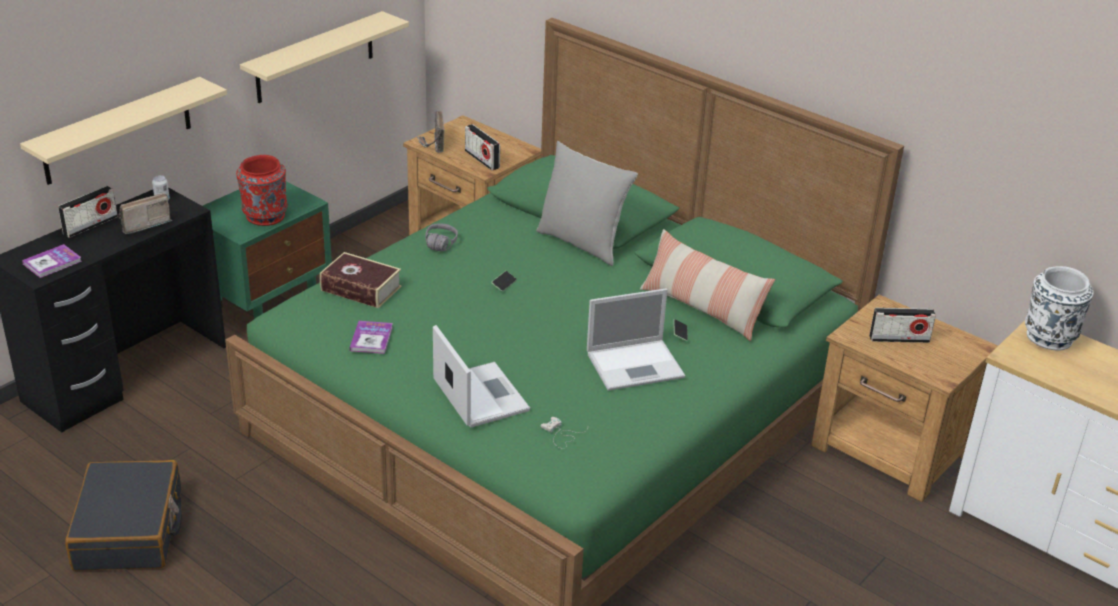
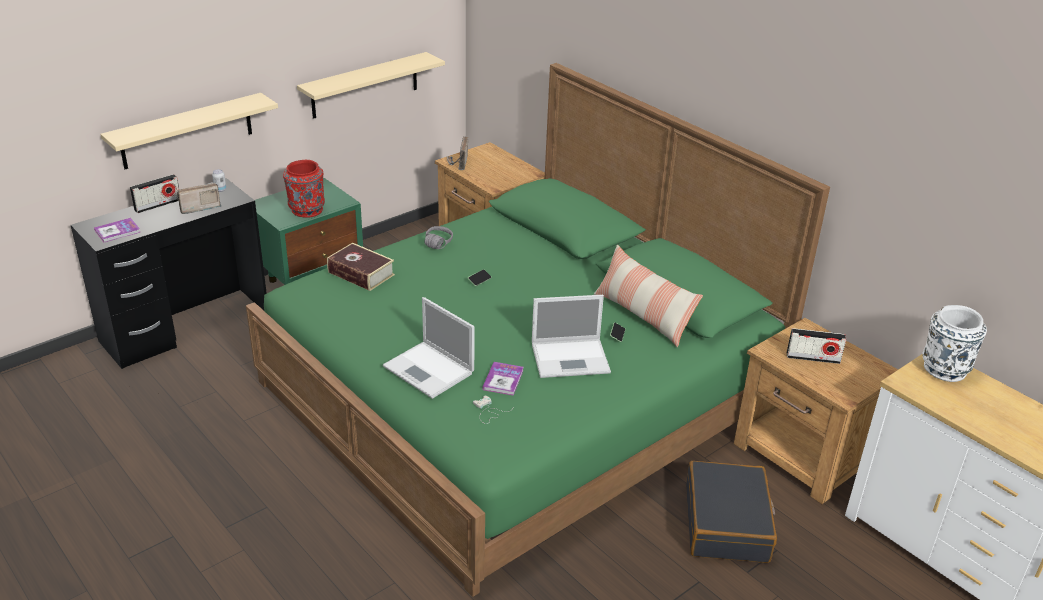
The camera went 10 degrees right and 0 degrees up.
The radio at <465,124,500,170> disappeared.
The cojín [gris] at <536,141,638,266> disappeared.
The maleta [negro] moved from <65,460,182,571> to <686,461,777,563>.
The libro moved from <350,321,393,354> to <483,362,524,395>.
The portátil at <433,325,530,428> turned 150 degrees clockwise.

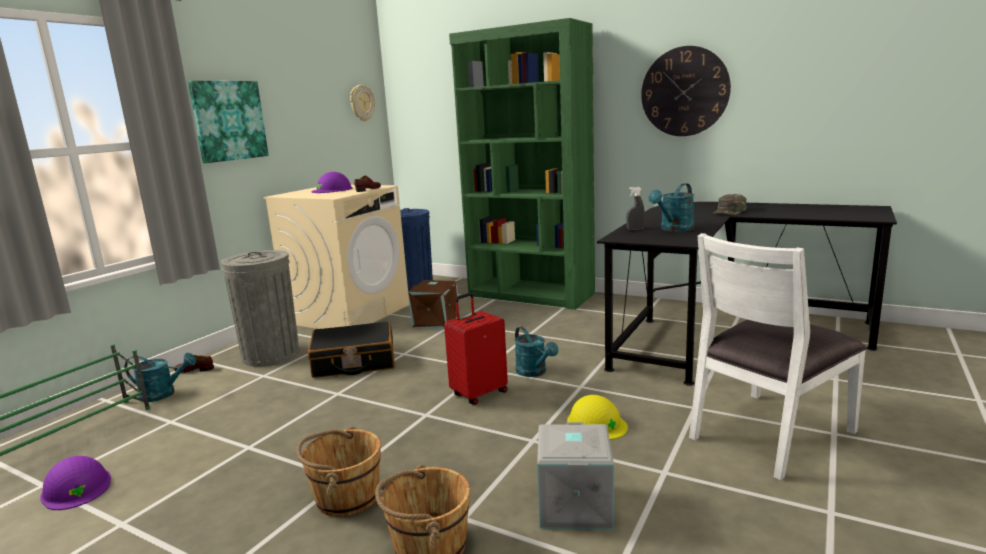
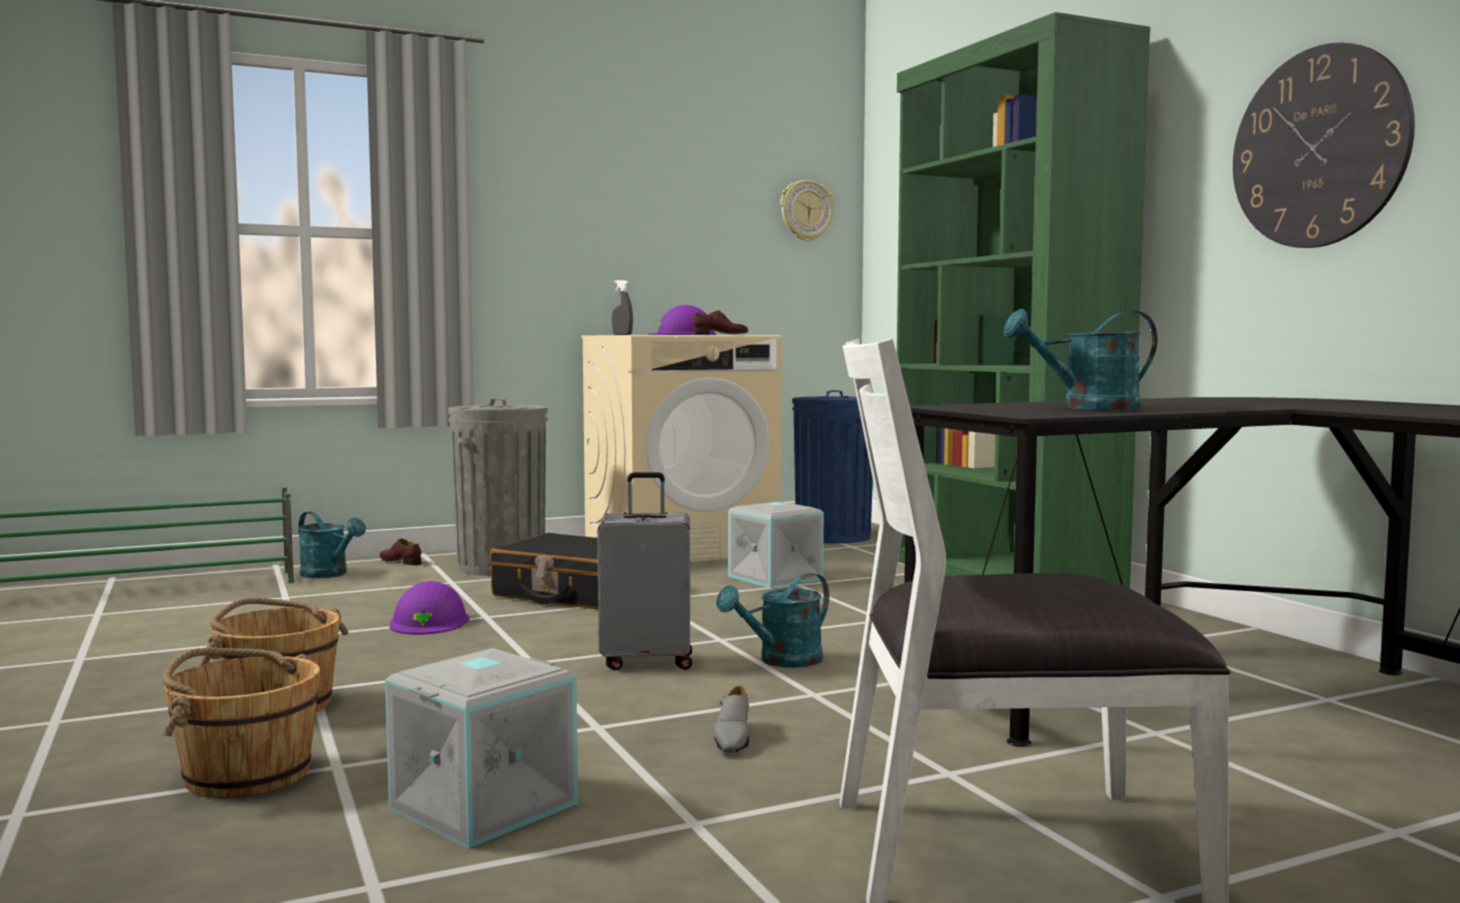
The camera went 35 degrees right and 10 degrees down.
The cuadro at <188,81,269,163> disappeared.
The gorra [verde] at <713,194,747,215> disappeared.
The casco [morado] moved from <40,456,111,510> to <390,581,469,635>.
The pulverizador [gris] moved from <626,187,645,230> to <612,280,633,335>.
The casco [amarillo] at <567,395,628,440> was replaced by the zapato [gris] at <714,686,749,753>.
The caja de almacenaje [marrón] at <408,280,459,329> became the caja de almacenaje [gris] at <728,501,824,588>.
The maleta [rojo] at <444,293,508,405> became the maleta [gris] at <597,472,692,670>.
The regadera [turquesa] at <514,326,558,377> turned 45 degrees clockwise.

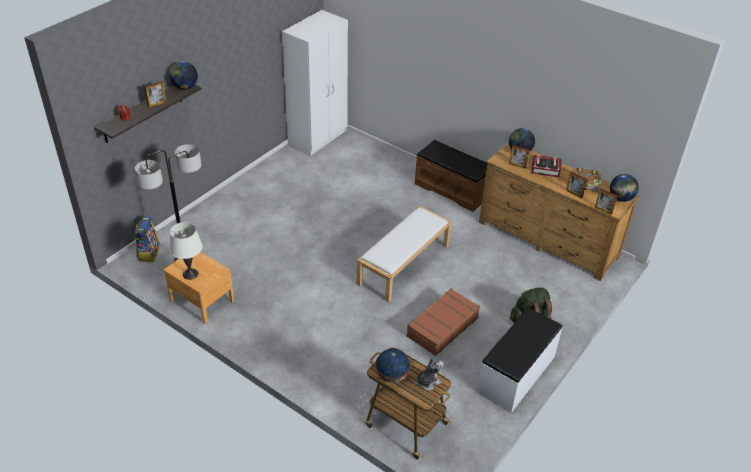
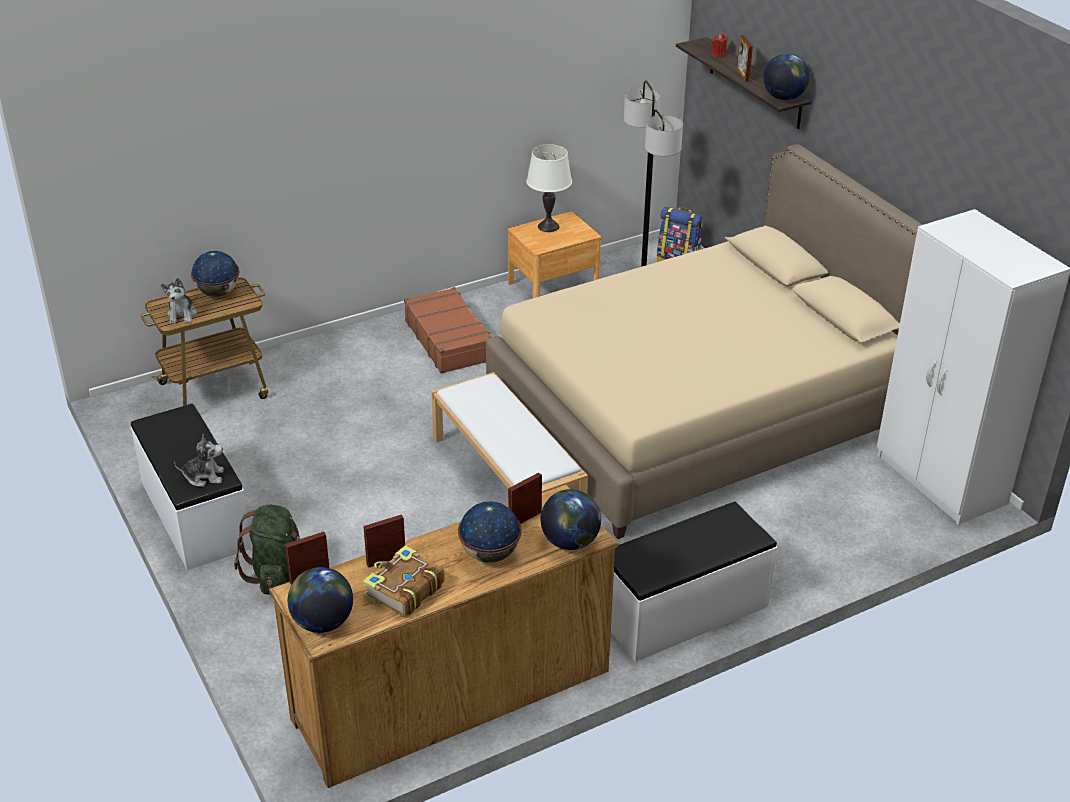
The camera went 115 degrees right and 5 degrees down.
The peluche at <174,434,224,487> appeared.
The cama [beis] at <486,144,922,539> appeared.
The maleta [marrón] moved from <407,288,480,356> to <404,287,492,374>.
The libro at <531,155,561,177> was replaced by the globo terráqueo at <458,501,522,563>.
The banco [marrón] at <415,140,487,212> became the banco [blanco] at <611,502,777,662>.

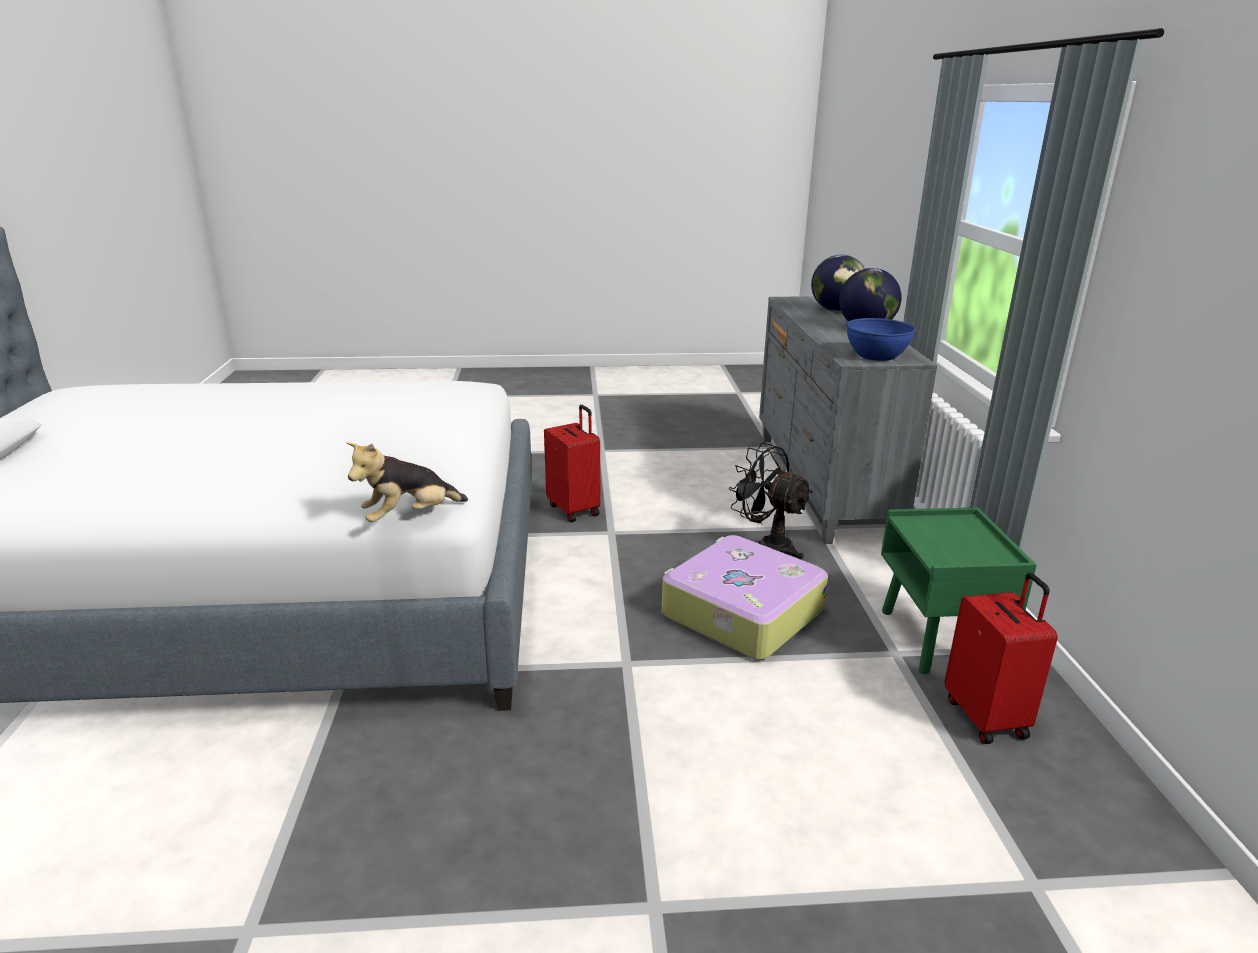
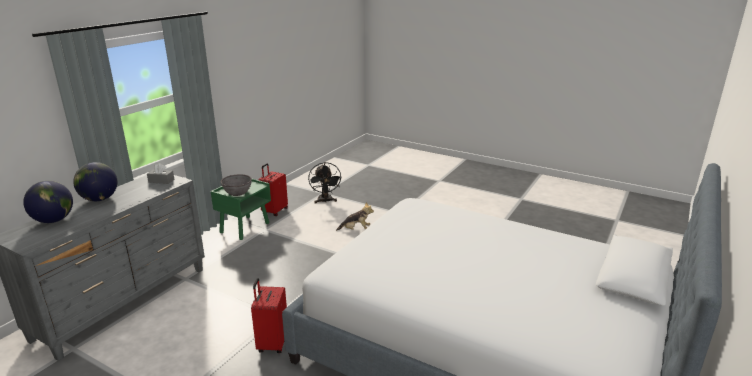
The camera went 145 degrees left and 0 degrees up.
The maleta at <662,535,828,660> disappeared.
The cuenco [gris] at <221,174,252,196> appeared.
The peluche moved from <347,442,468,522> to <336,202,374,231>.
The ventilador [negro] moved from <729,442,813,560> to <308,162,342,204>.
The cuenco [azul] at <846,318,916,361> was replaced by the caja de pañuelos [gris] at <147,163,174,184>.

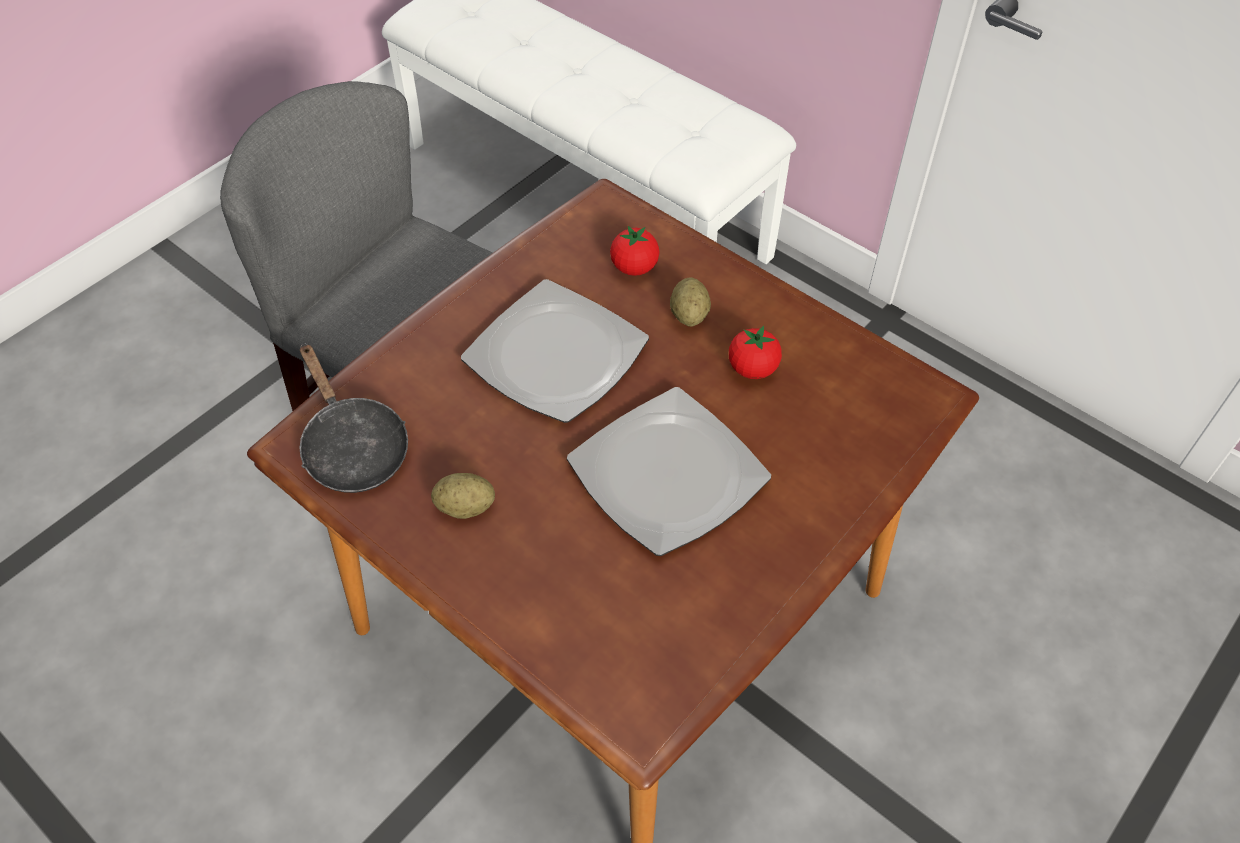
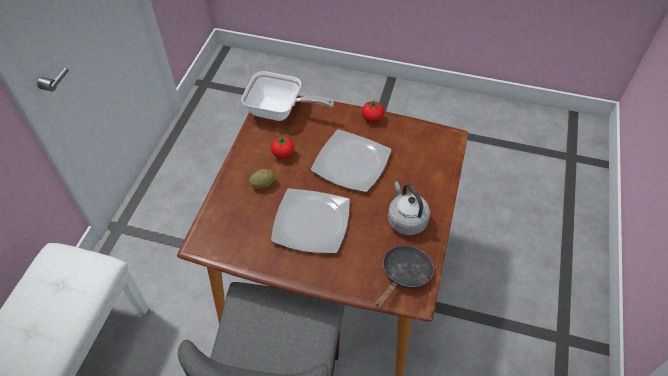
The camera went 115 degrees left and 0 degrees up.
The sartén at <241,71,334,121> appeared.
The tomate moved from <610,225,660,276> to <362,100,384,122>.
The patata at <431,473,495,519> was replaced by the hervidor [gris] at <388,181,430,235>.

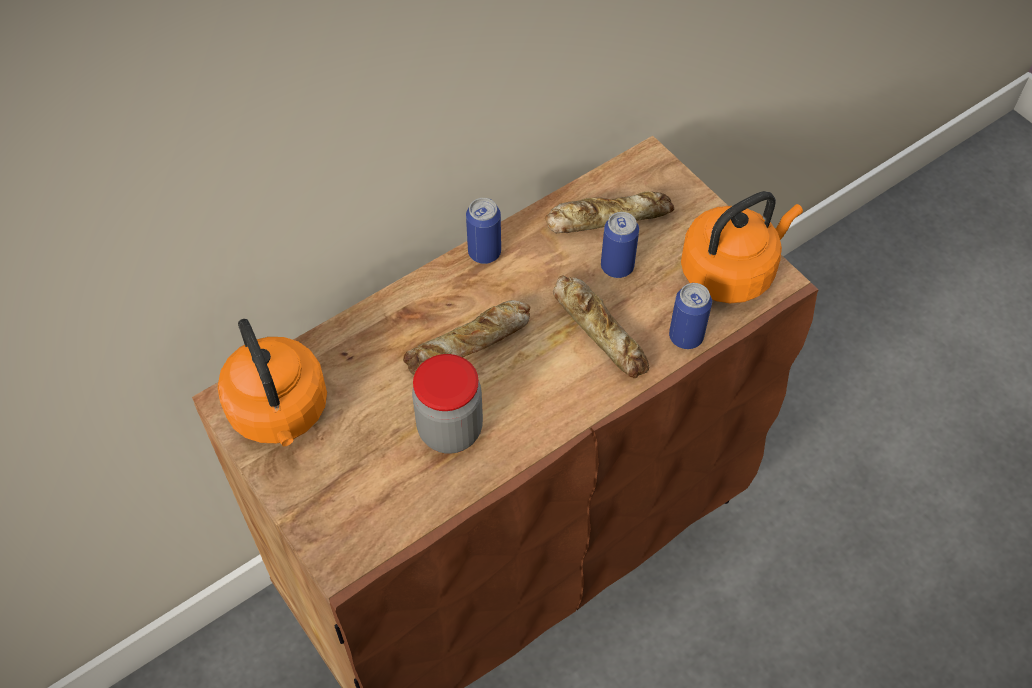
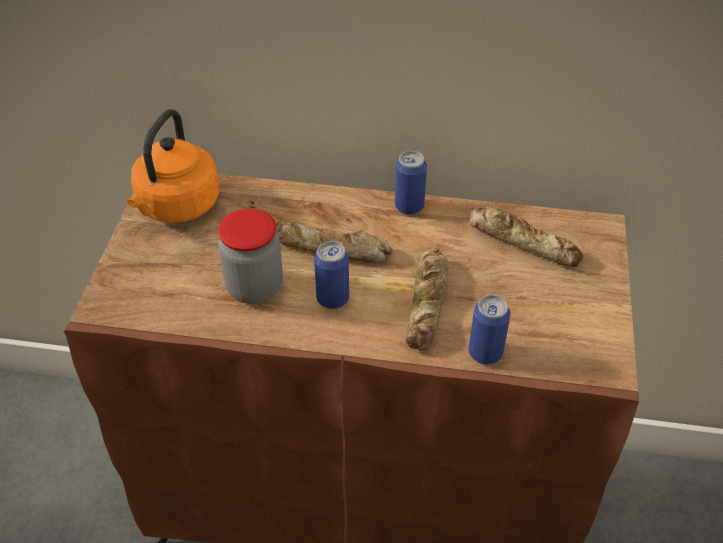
The camera went 45 degrees right and 10 degrees down.
The hervidor [naranja] at <681,191,803,303> disappeared.
The lata moved from <601,212,639,278> to <314,241,349,309>.

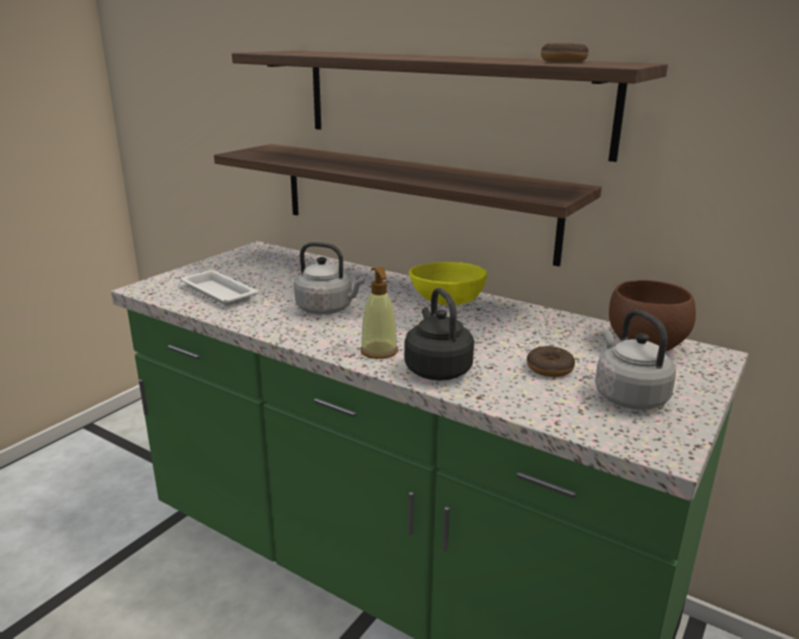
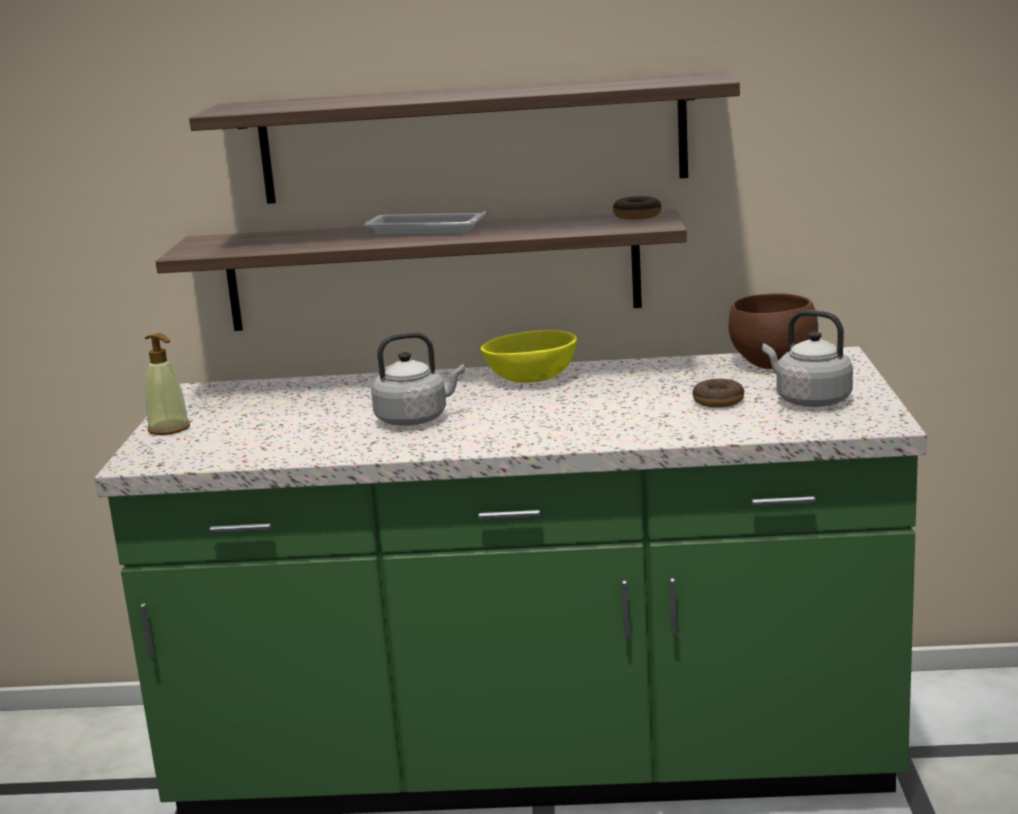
The camera went 30 degrees left and 5 degrees down.
The hervidor [negro] at <404,288,474,381> disappeared.
The bandeja [blanco] moved from <180,270,259,306> to <364,211,486,234>.
The dispensador de jabón moved from <360,267,398,359> to <145,333,190,435>.
The rosquilla moved from <541,43,589,62> to <613,196,661,220>.

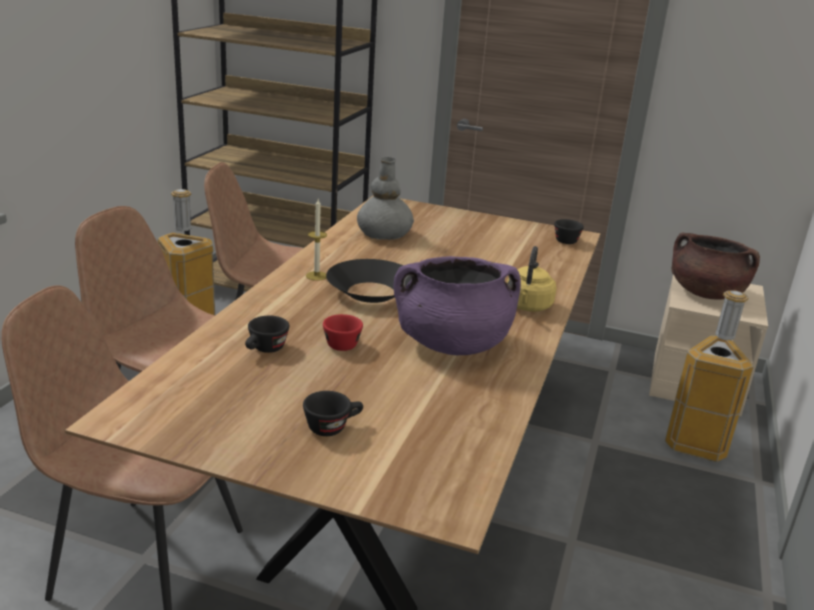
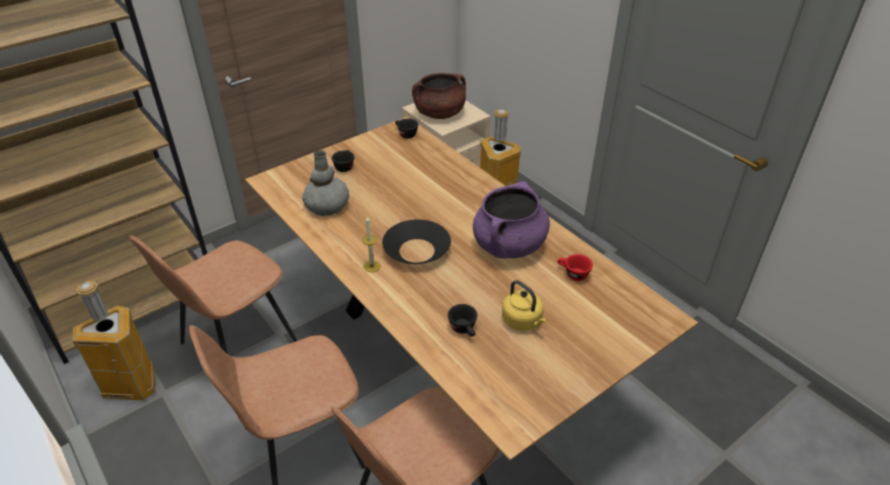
The camera went 55 degrees left and 15 degrees up.
The taza [negro] moved from <303,391,363,436> to <332,150,354,172>.
The taza [rojo] moved from <323,314,363,351> to <558,254,593,281>.
The hervidor [amarillo] moved from <507,246,557,312> to <502,280,547,331>.

